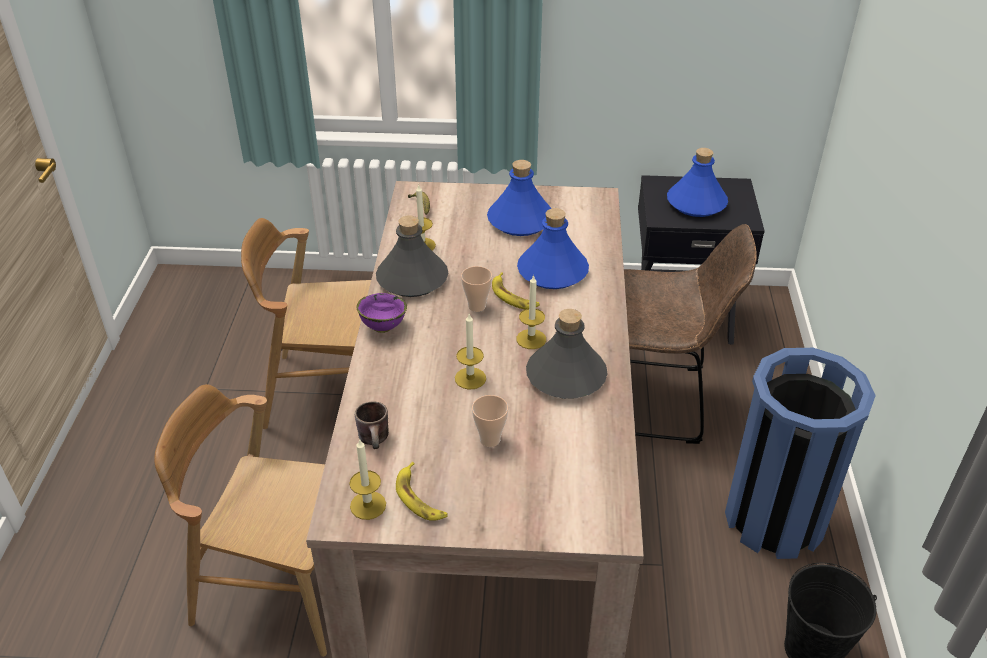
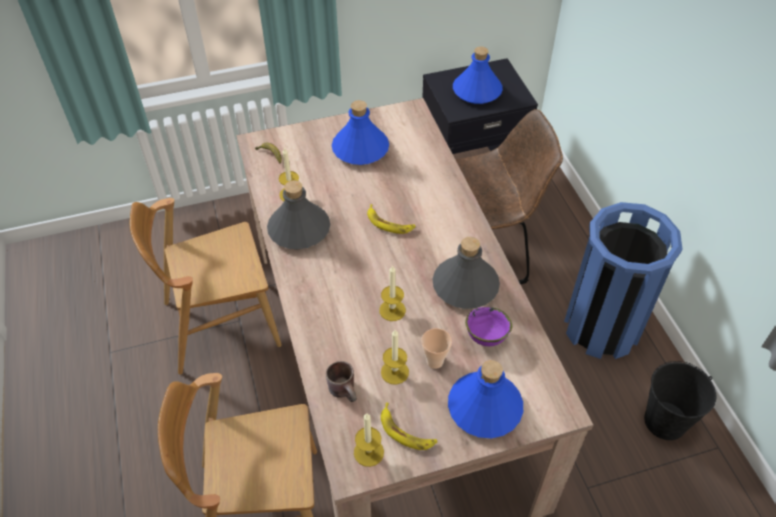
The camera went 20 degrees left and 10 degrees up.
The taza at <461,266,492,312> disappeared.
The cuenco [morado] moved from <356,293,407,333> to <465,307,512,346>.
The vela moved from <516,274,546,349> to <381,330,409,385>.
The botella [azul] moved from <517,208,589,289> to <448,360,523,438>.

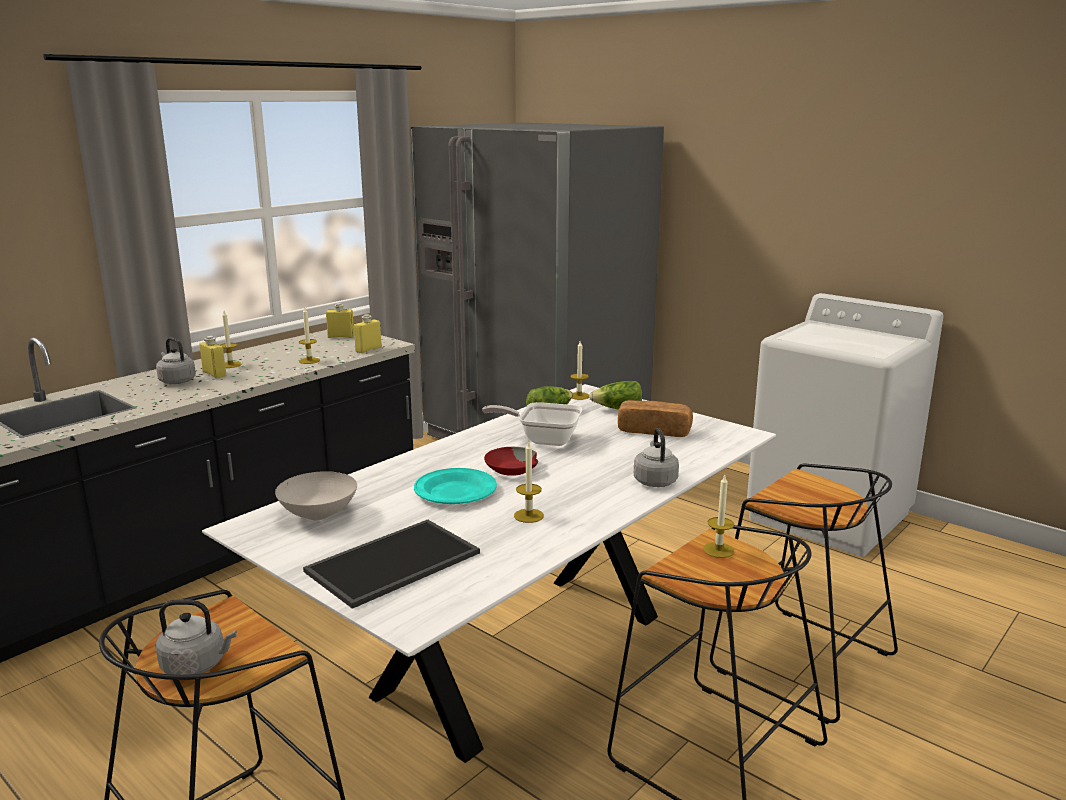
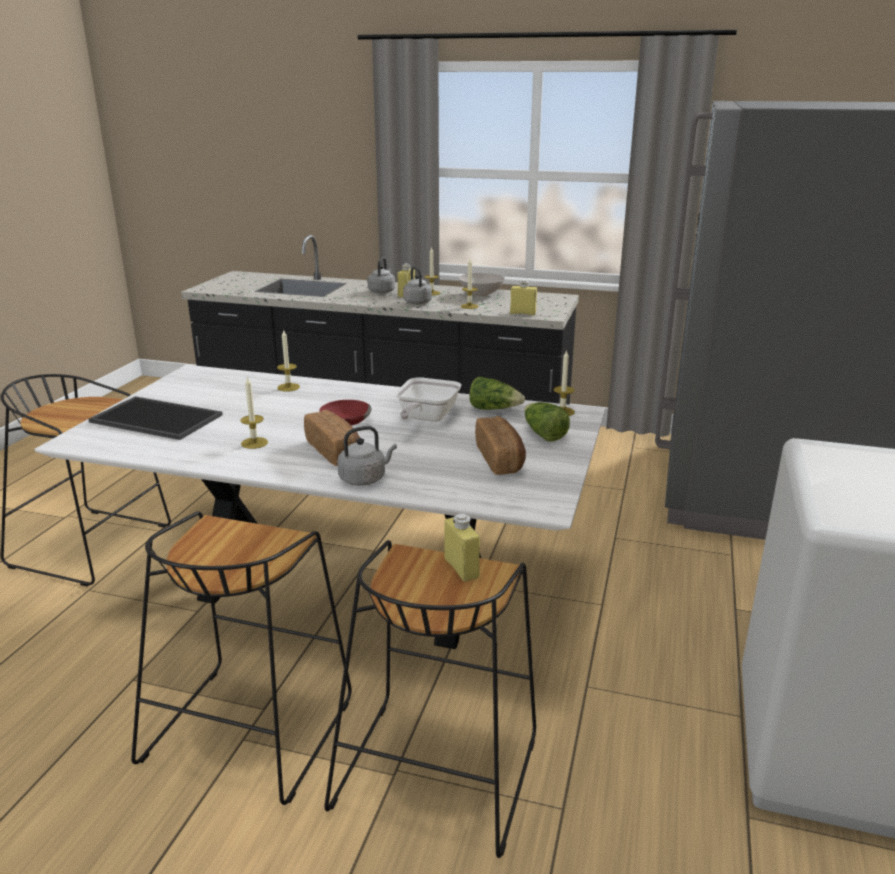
The camera went 65 degrees right and 5 degrees up.
The plato [turquesa] at <414,468,497,504> disappeared.
The pan at <304,410,360,466> appeared.
The hervidor [gris] moved from <156,599,237,675> to <403,267,432,305>.
The cuenco [blanco] moved from <275,471,357,520> to <459,273,505,297>.
The botella [amarillo] moved from <326,303,354,338> to <444,514,480,582>.
The vela moved from <703,475,735,558> to <277,330,300,392>.
The sartén at <482,402,582,446> turned 150 degrees counterclockwise.

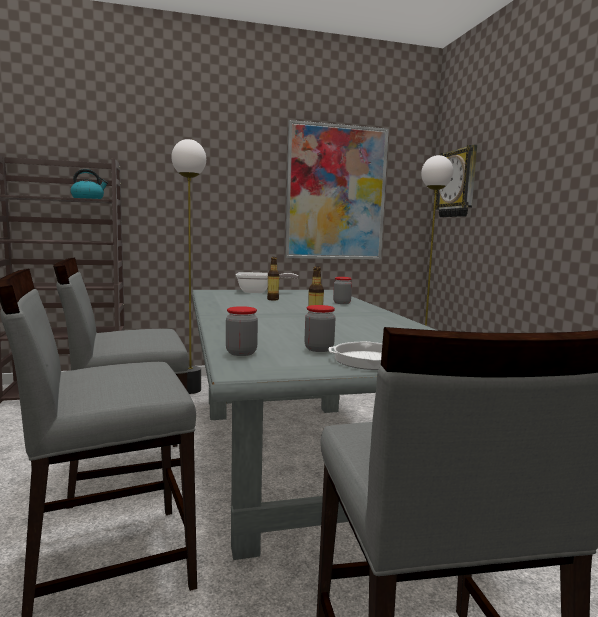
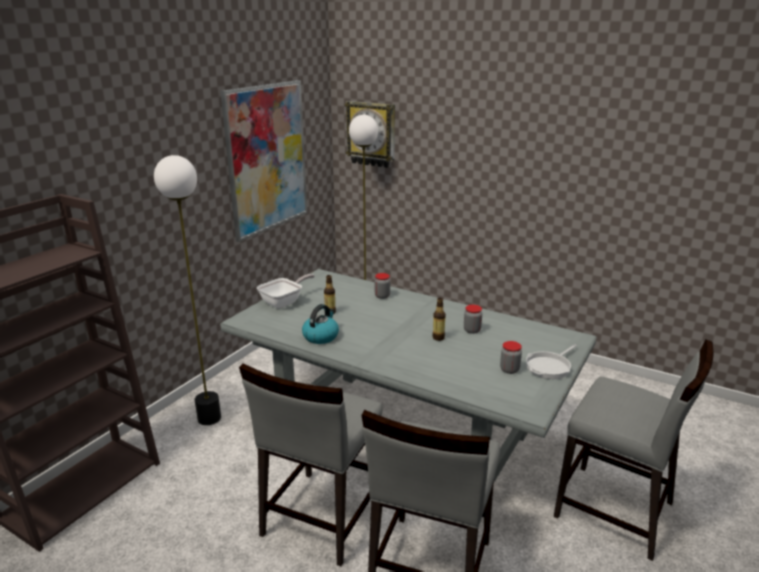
The camera went 45 degrees left and 15 degrees up.
The hervidor moved from <70,169,108,199> to <302,304,339,344>.
The tarro moved from <226,306,258,356> to <464,305,482,334>.

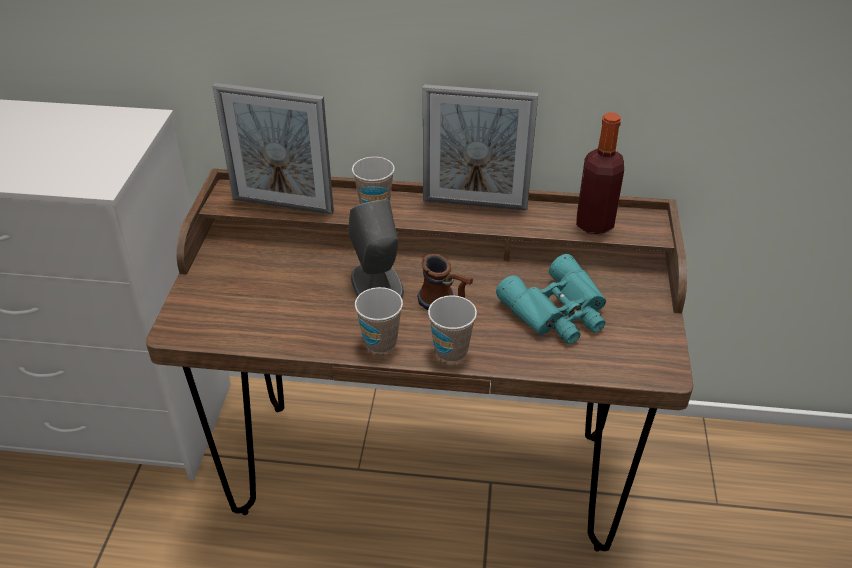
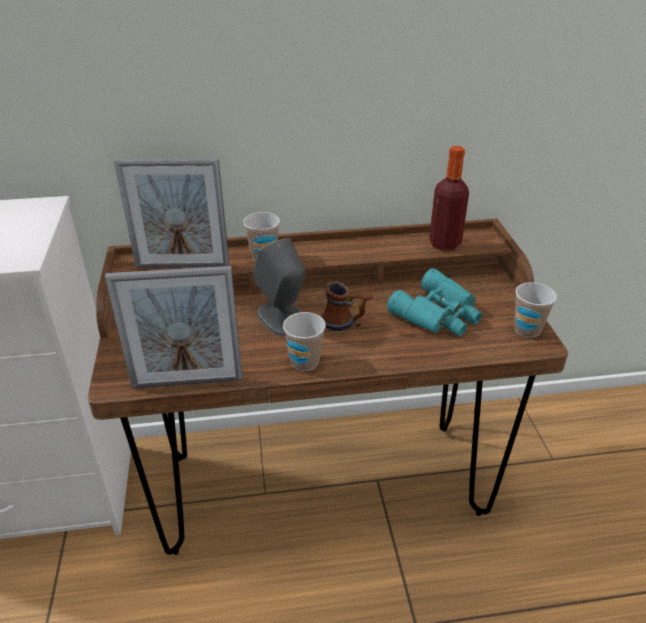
The camera went 15 degrees left and 5 degrees down.
The portarretratos moved from <423,84,538,211> to <105,266,242,389>.
The taza moved from <428,295,477,362> to <514,282,557,338>.

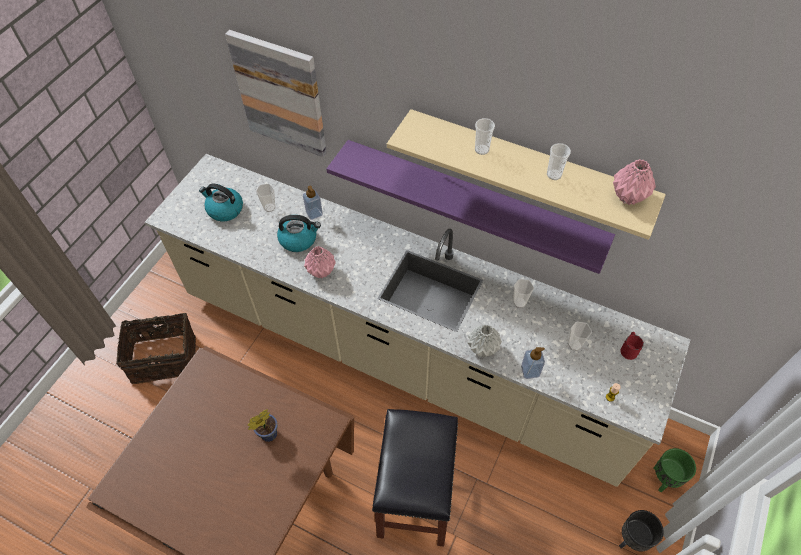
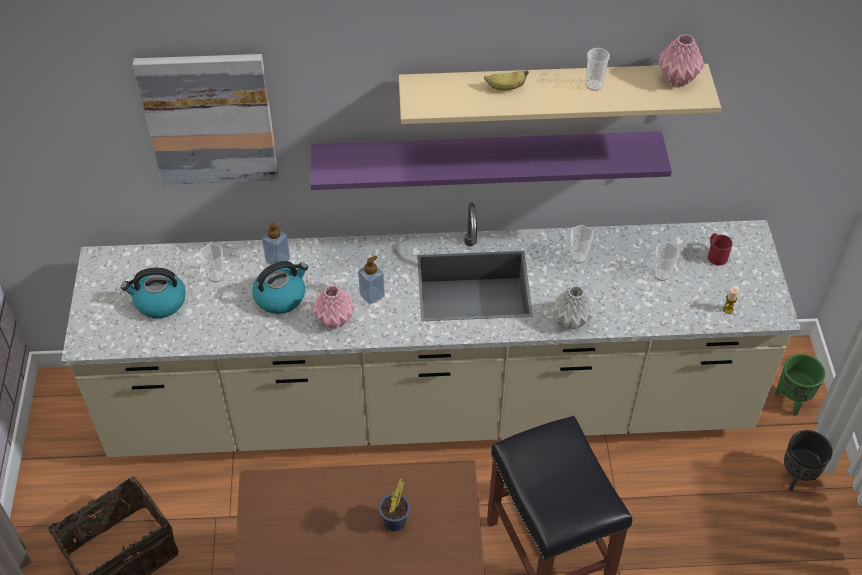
The camera went 30 degrees left and 5 degrees down.
The dispensador de jabón moved from <521,347,545,379> to <358,256,385,305>.
The taza at <475,118,495,155> was replaced by the plátano at <484,70,529,91>.

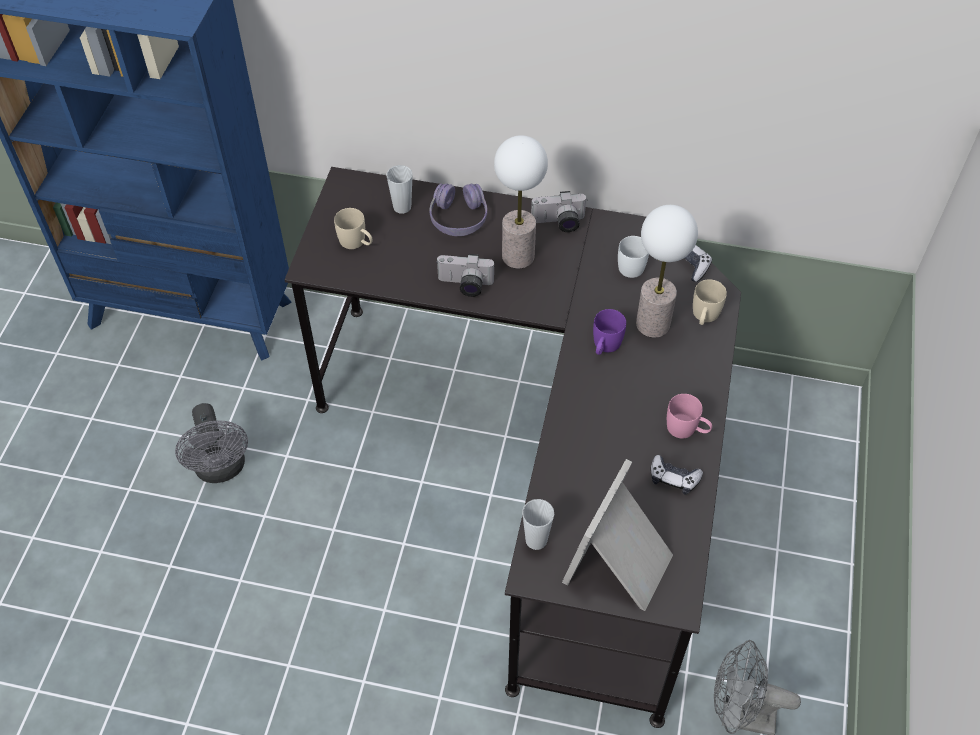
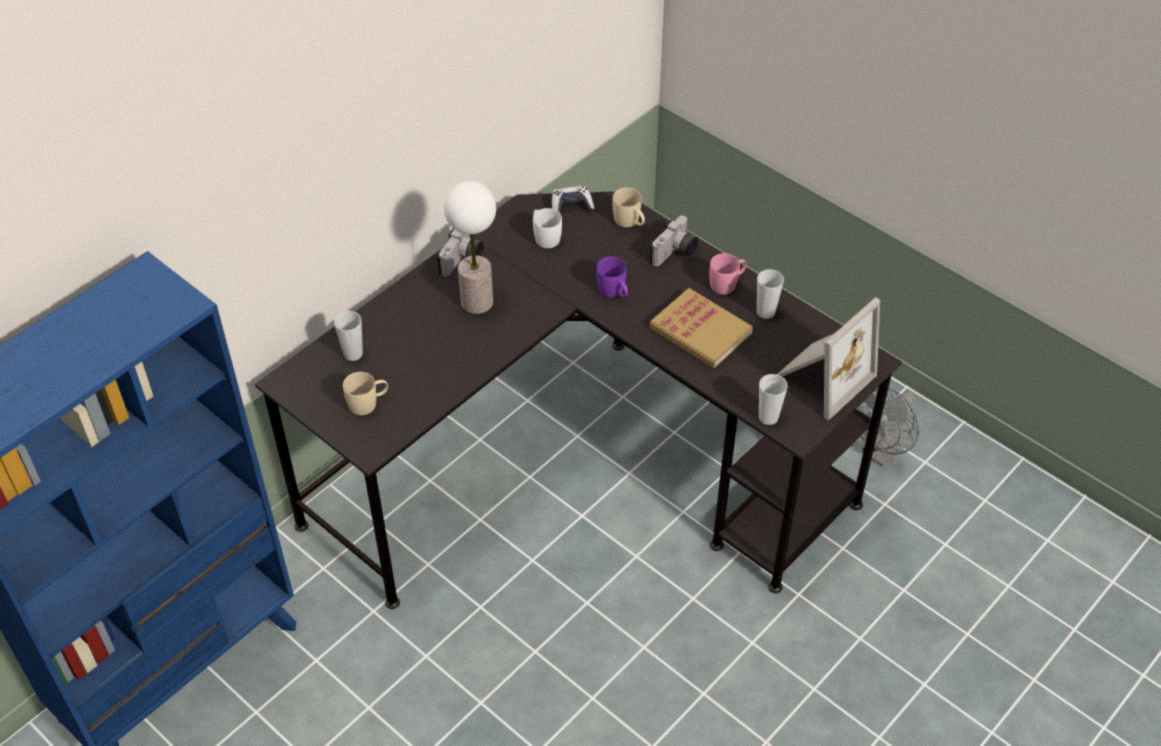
The camera went 60 degrees left and 5 degrees down.
The ventilador [gris] at <175,403,248,483> disappeared.
The auriculares [morado] at <430,183,487,236> disappeared.
The lámpara de mesa at <636,205,698,338> disappeared.
The libro at <650,288,753,368> appeared.
The cámara moved from <437,254,495,297> to <650,216,699,266>.
The mando de consola at <651,455,703,495> was replaced by the taza at <757,269,784,319>.
The portarretratos at <562,459,673,611> turned 105 degrees counterclockwise.

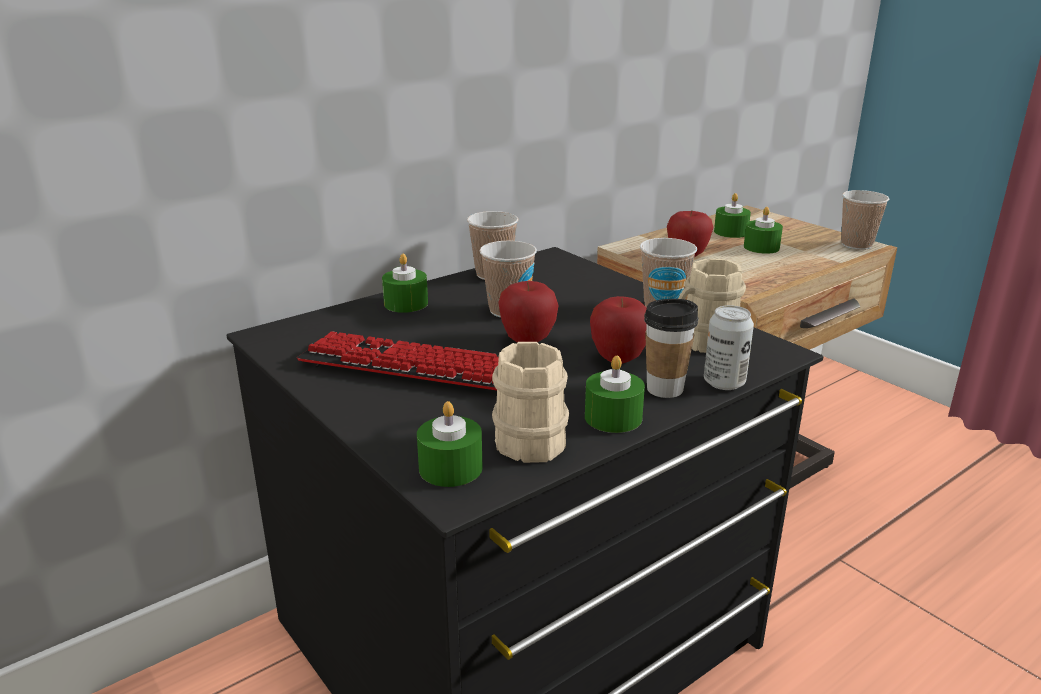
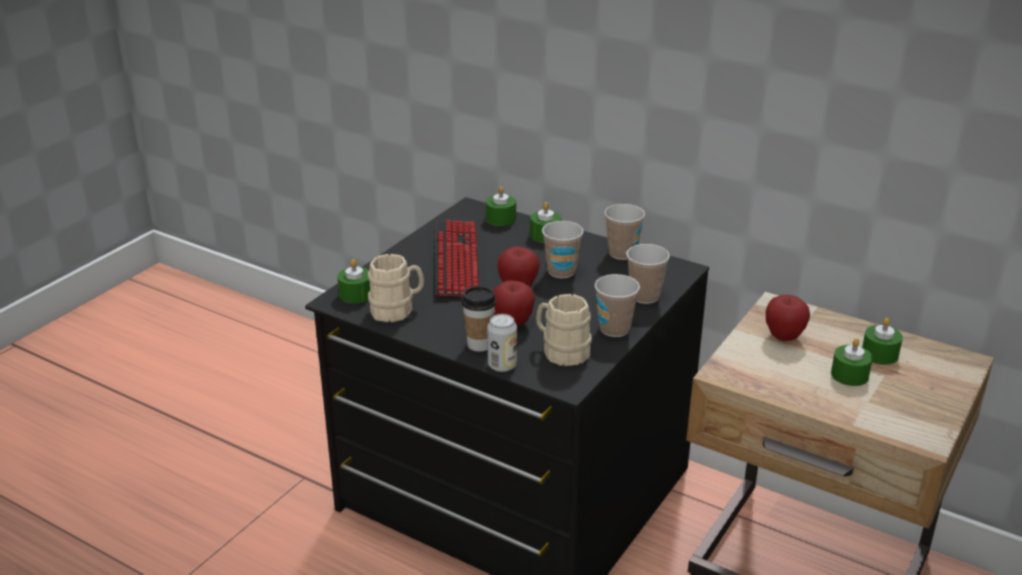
The camera went 70 degrees right and 5 degrees up.
The vela [verde] moved from <585,356,645,433> to <486,186,516,226>.
The taza moved from <841,190,889,250> to <626,244,670,304>.

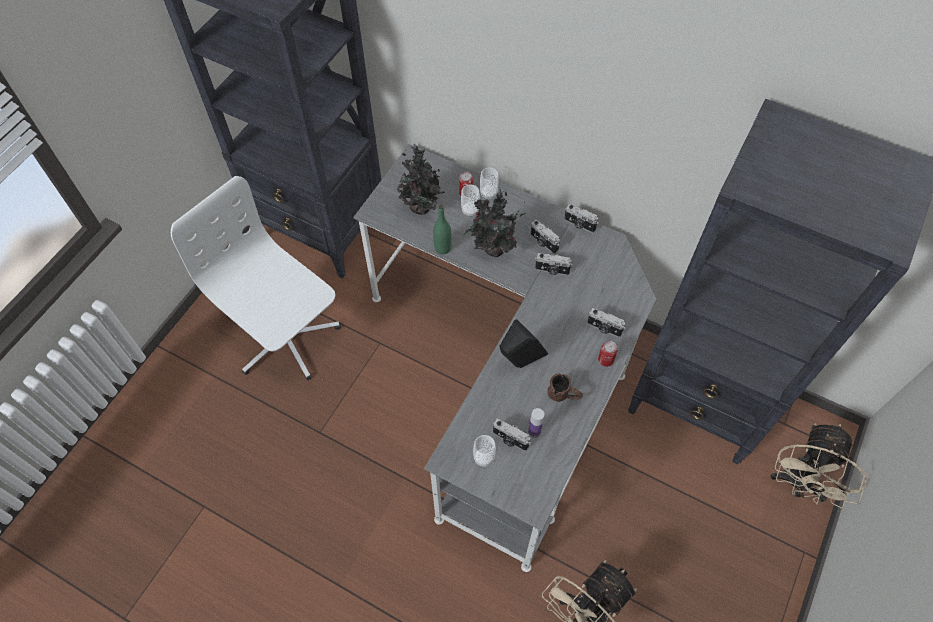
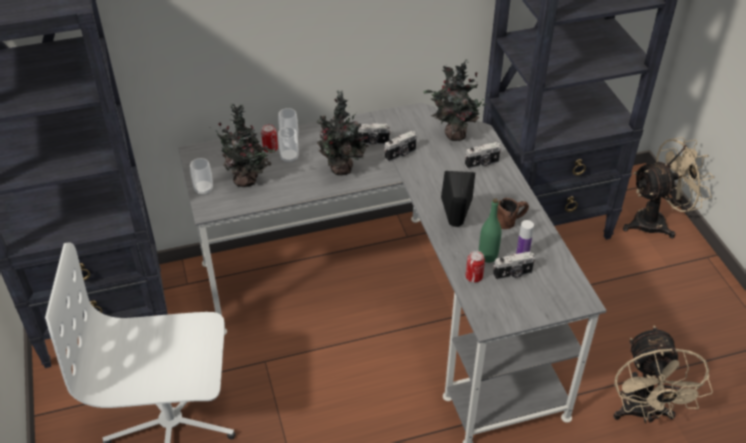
The camera went 45 degrees left and 15 degrees down.
The cámara at <564,204,599,233> disappeared.
The planta en maceta at <423,59,492,141> appeared.
The botella [verde] moved from <433,205,451,254> to <479,198,501,263>.
The taza moved from <473,435,496,467> to <190,158,213,195>.
The lata moved from <598,341,618,367> to <465,251,485,283>.
The ventilador [beis] at <771,423,867,509> turned 90 degrees counterclockwise.

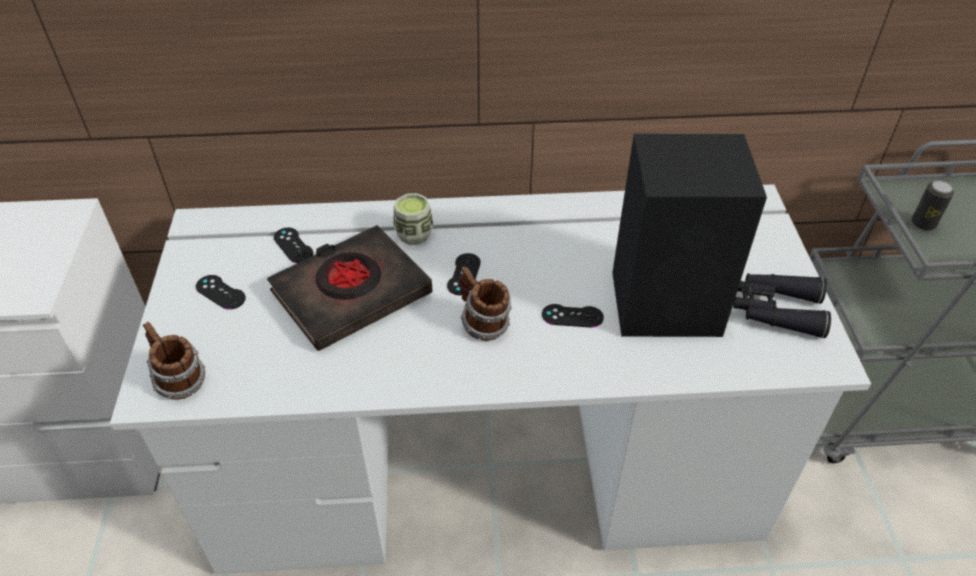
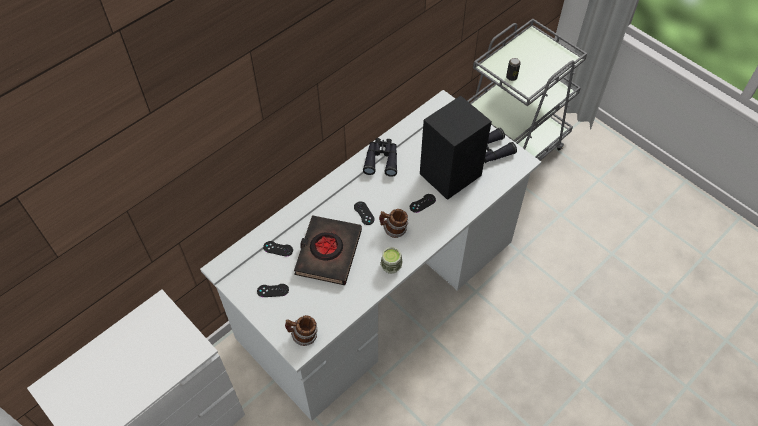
The camera went 40 degrees left and 10 degrees up.
The prismáticos [negro] at <363,138,397,177> appeared.
The taza moved from <393,193,434,245> to <380,247,403,274>.

